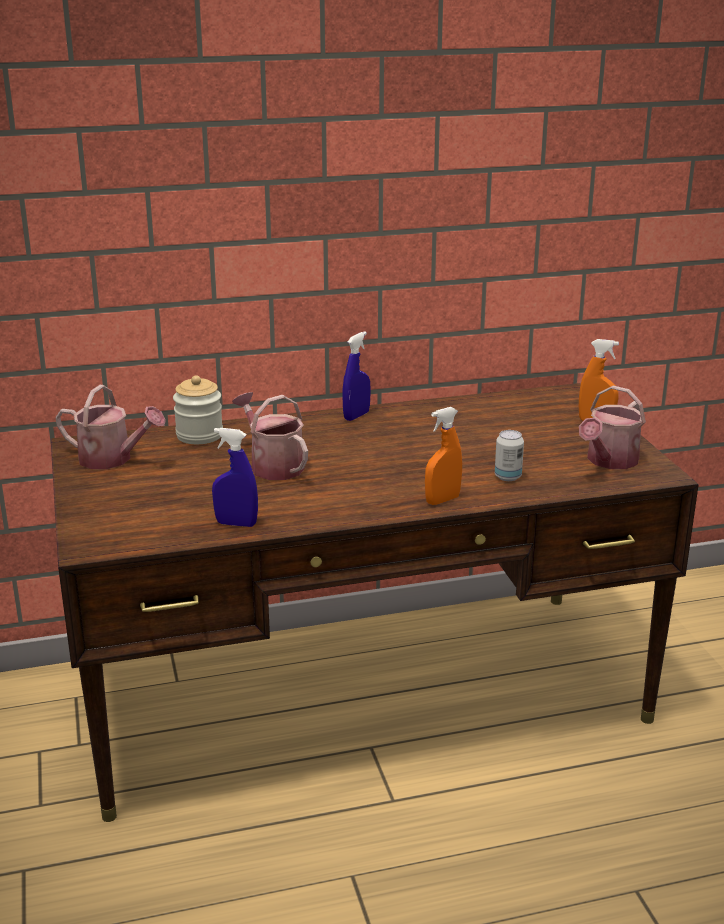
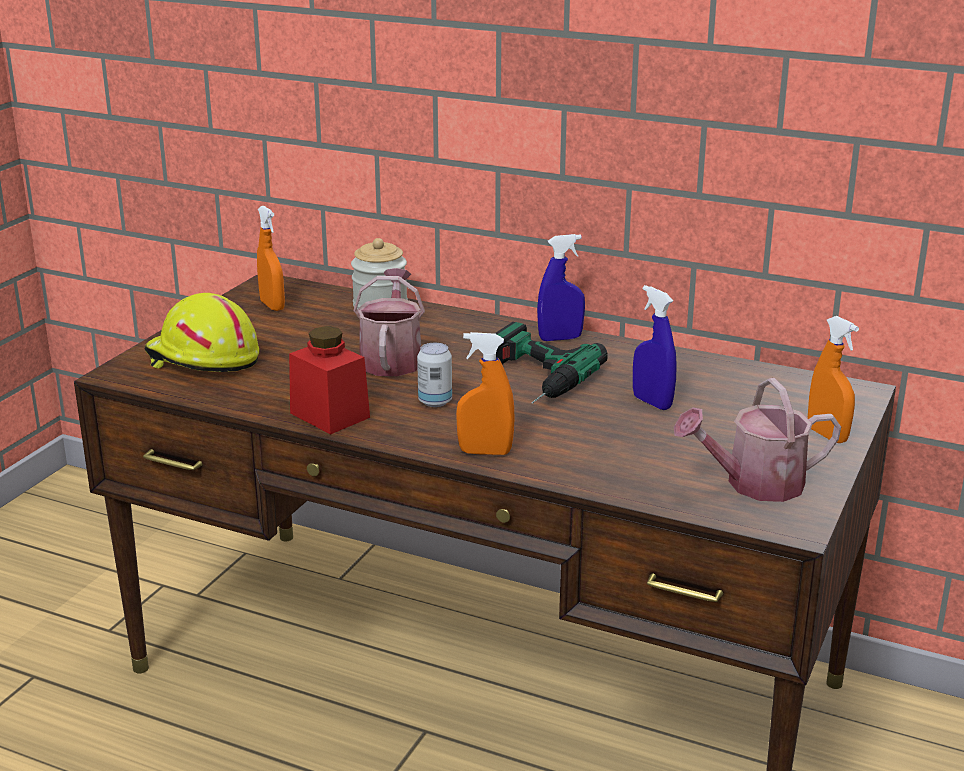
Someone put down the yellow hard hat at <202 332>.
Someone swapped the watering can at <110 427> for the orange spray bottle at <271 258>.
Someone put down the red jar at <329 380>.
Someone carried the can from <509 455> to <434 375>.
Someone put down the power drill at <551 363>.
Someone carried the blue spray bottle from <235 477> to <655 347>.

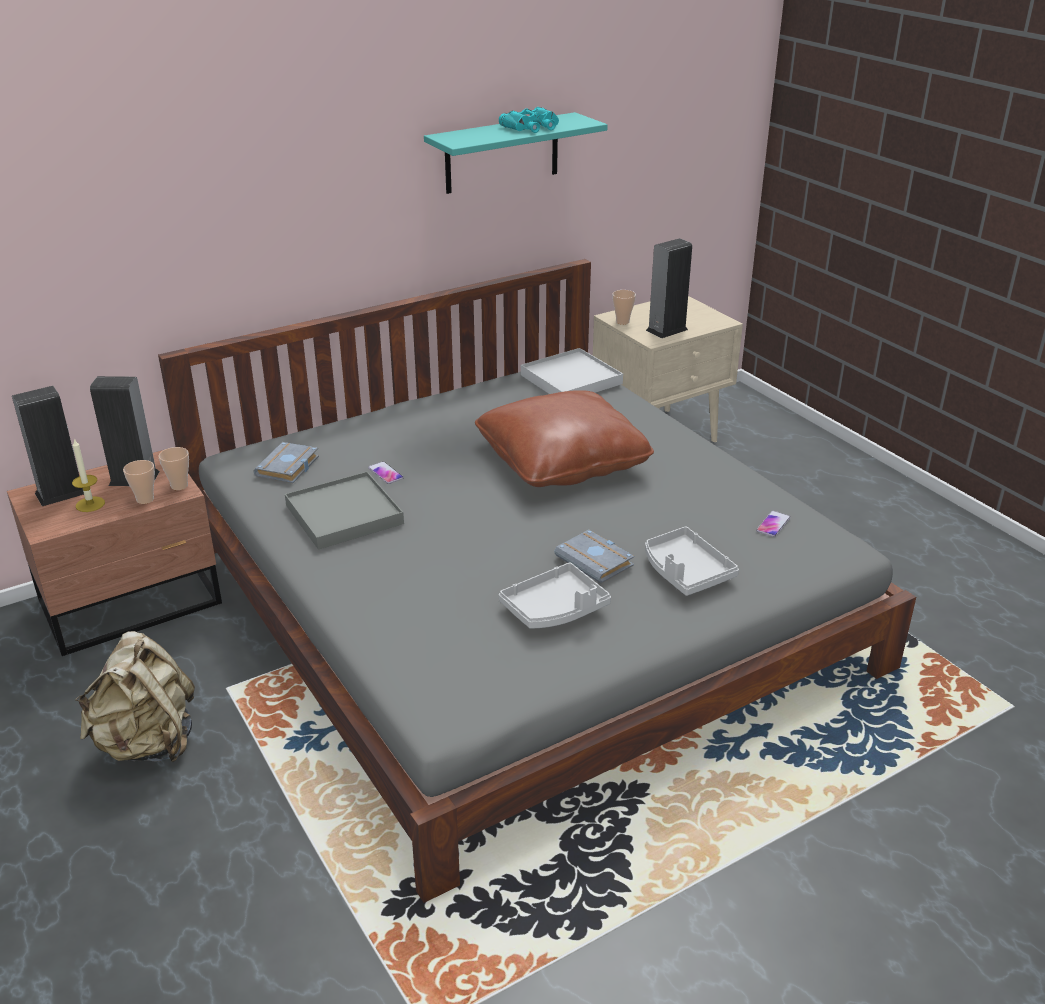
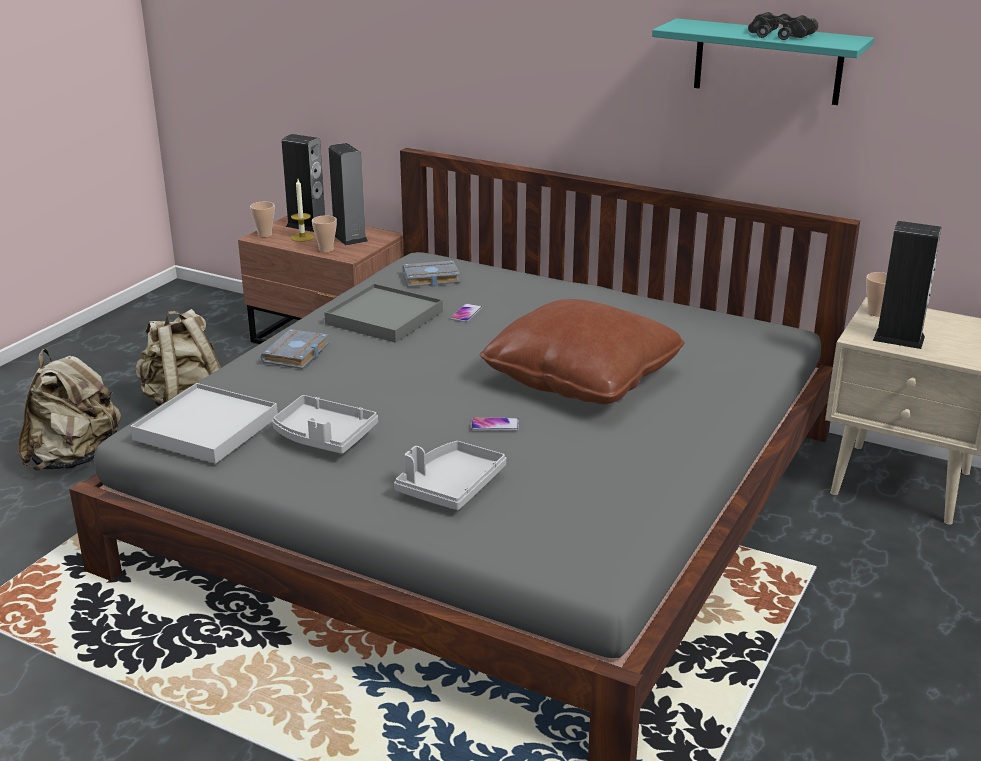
Someone put down the beige backpack at <69 410>.
Someone carried the white tray from <572 371> to <204 423>.
Someone carried the cup from <174 468> to <262 219>.
Someone carried the grey book from <594 556> to <294 349>.
Someone carried the phone from <773 524> to <495 424>.
Someone repainted the turquoise binoculars at <529 120>, which became the black binoculars at <783 26>.

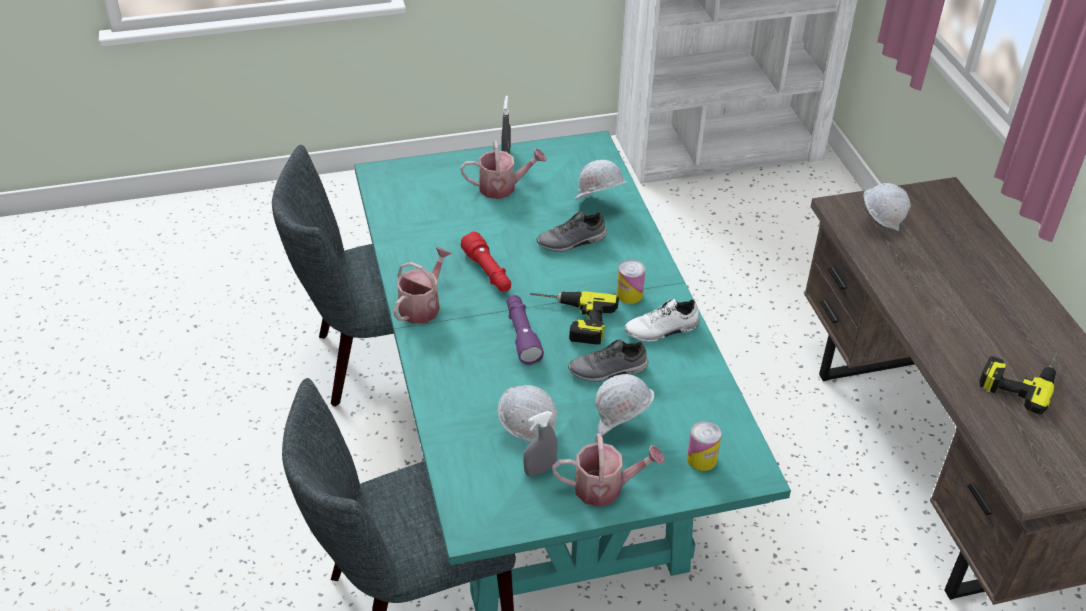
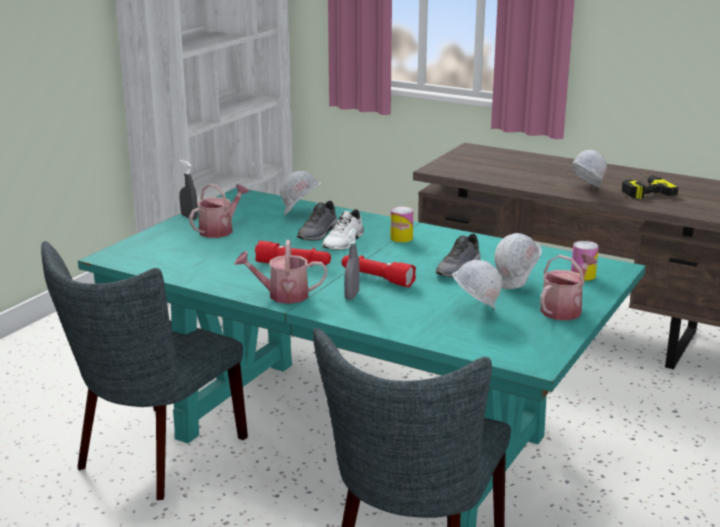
Someone rotated the watering can at <422 285> by 75 degrees counterclockwise.
Someone carried the white shoe from <662 320> to <343 229>.
Someone repainted the purple flashlight at <525 330>, which became the red flashlight at <379 271>.
Someone carried the grey spray bottle from <540 443> to <352 264>.
Someone carried the white hard hat from <887 207> to <589 169>.
Someone took away the power drill at <574 318>.

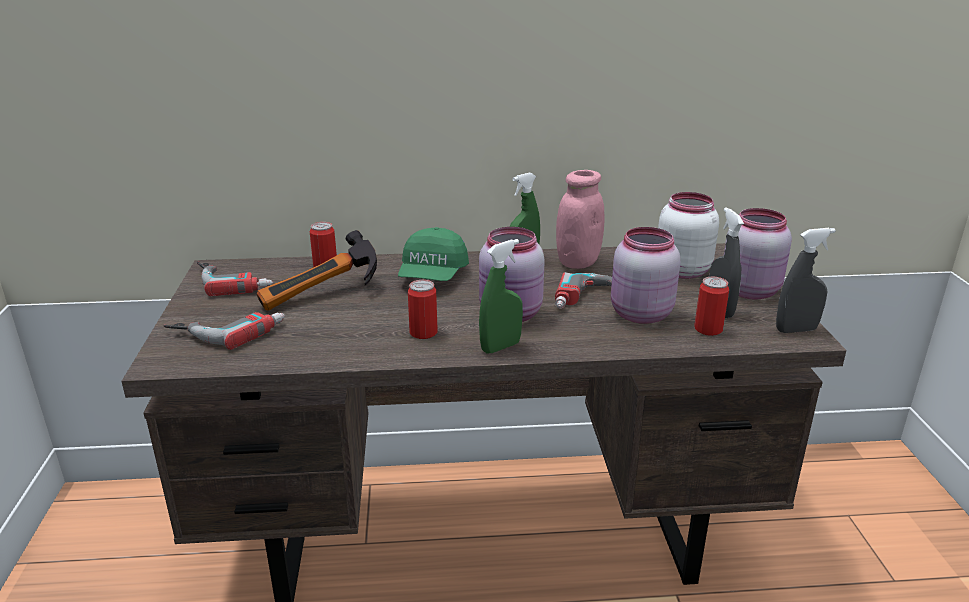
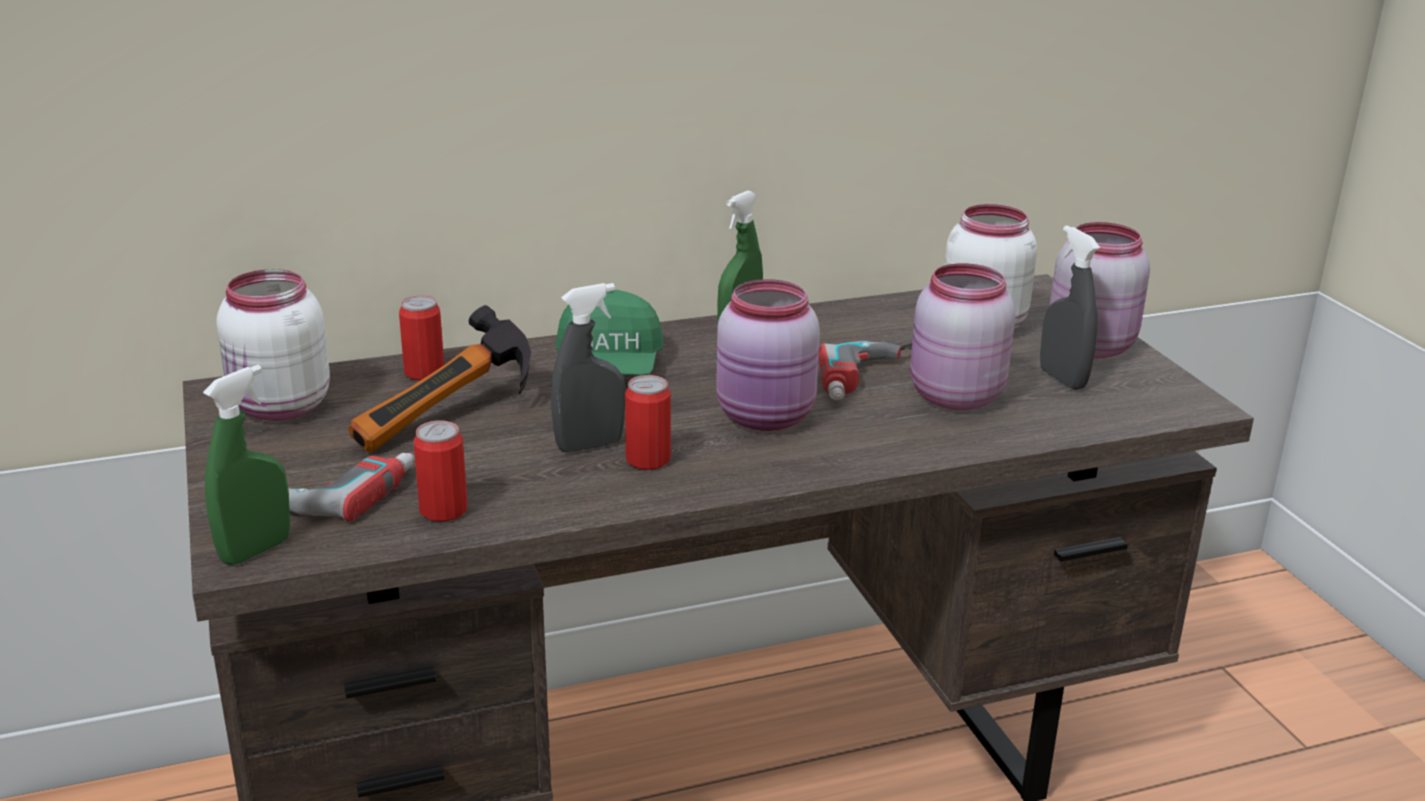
Someone carried the green spray bottle from <501 296> to <246 465>.
Someone swapped the power drill at <235 278> for the white jar at <273 345>.
Someone carried the can from <711 306> to <440 471>.
Someone carried the grey spray bottle from <806 280> to <588 367>.
Someone took away the pink jar at <580 219>.

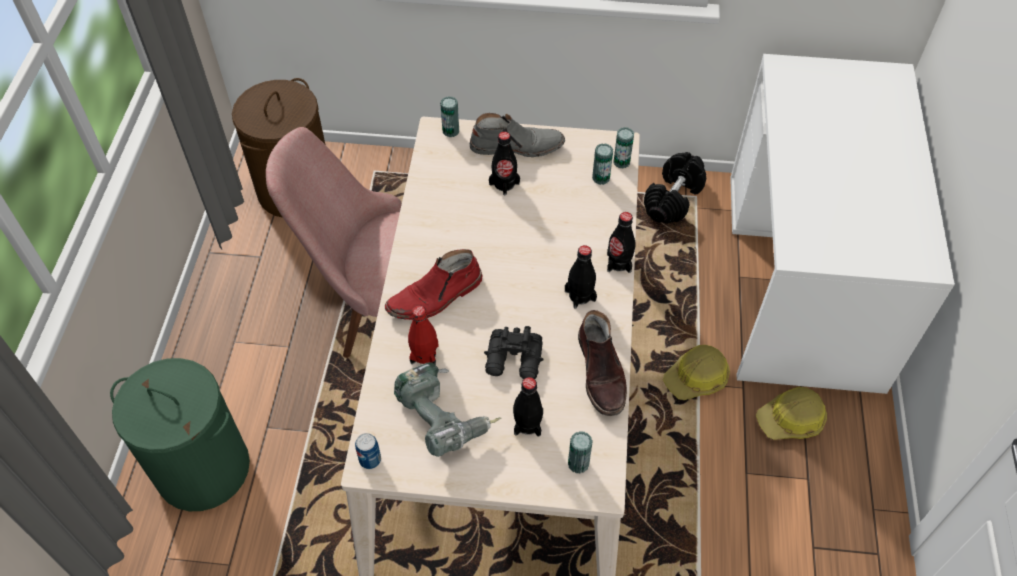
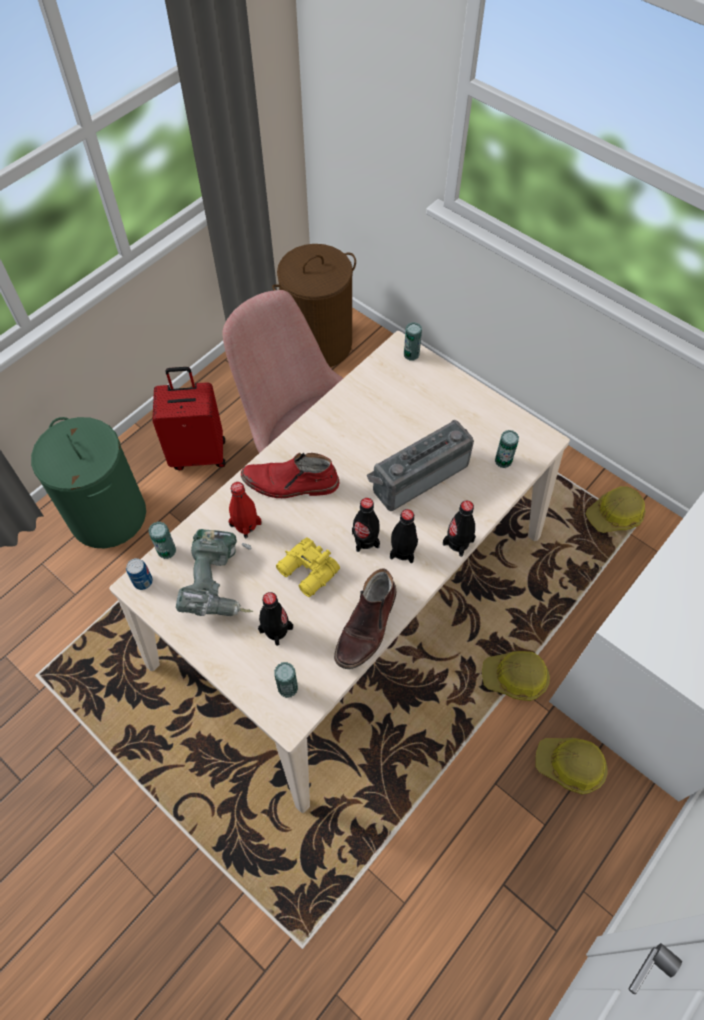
Someone carried the can from <623 148> to <162 540>.
Someone put down the red suitcase at <189 418>.
Someone repainted the black binoculars at <513 352>, which became the yellow binoculars at <308 567>.
Someone carried the black bottle from <504 163> to <366 525>.
Someone put down the radio at <420 465>.
Someone swapped the black dumbbell at <675 188> for the hard hat at <616 509>.
Someone took away the grey boot at <517 135>.

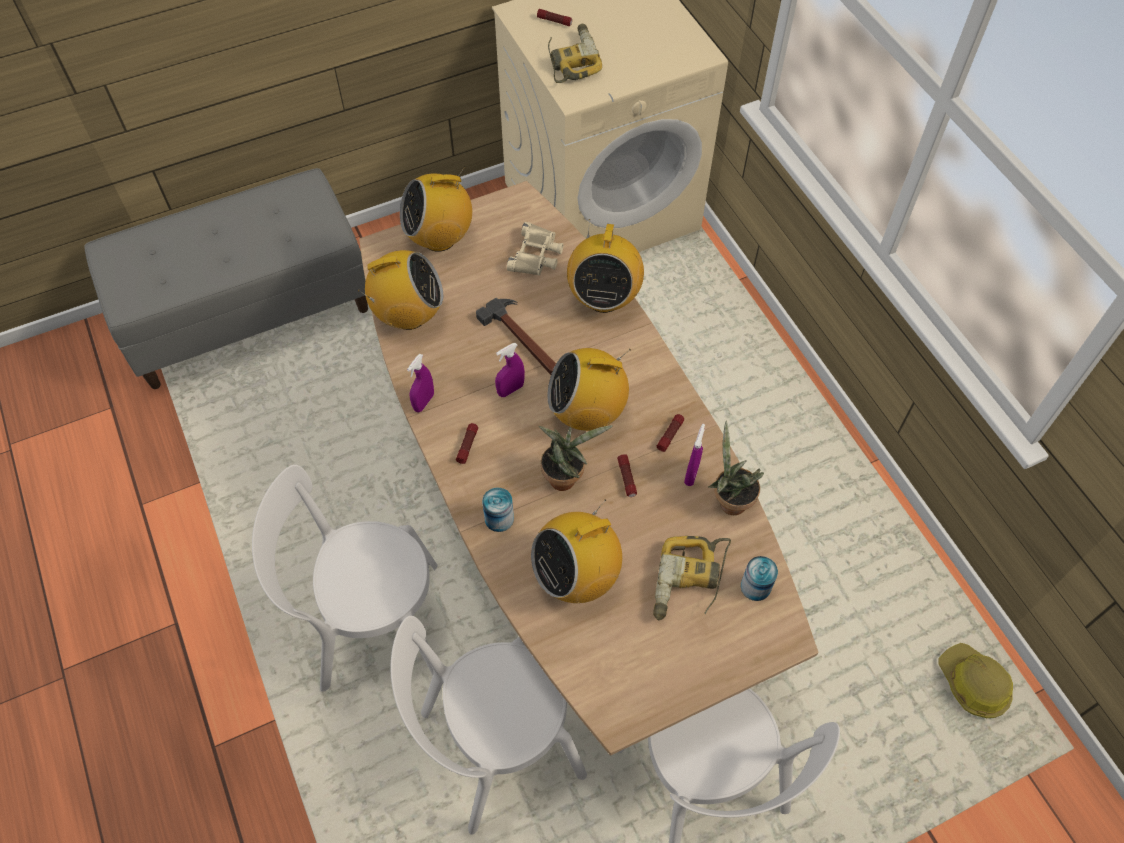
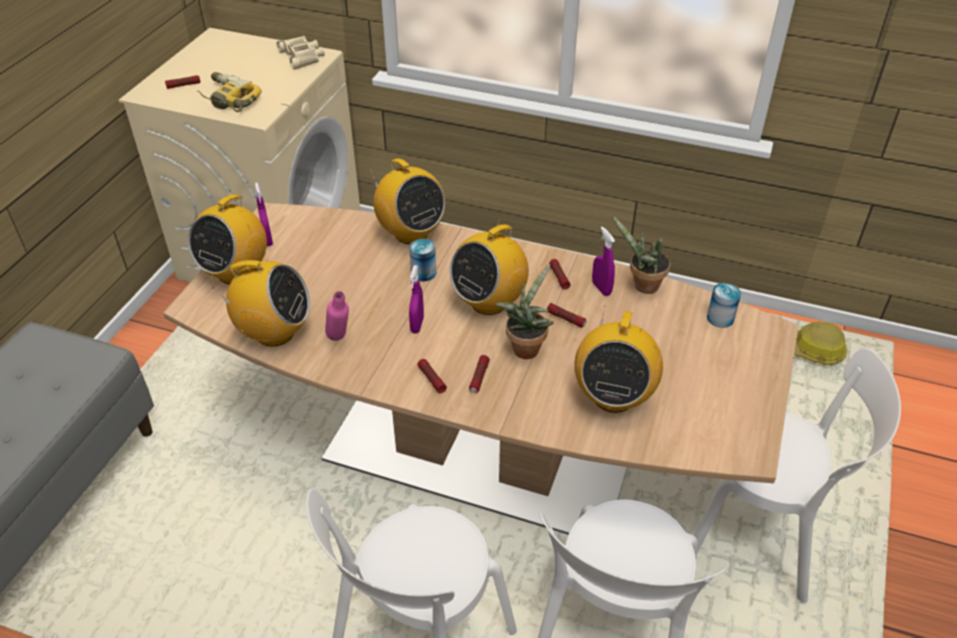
Someone rotated the radio at <400 290> by 60 degrees clockwise.
Someone carried the purple spray bottle from <420 383> to <264 214>.
Someone carried the beige binoculars from <535 249> to <301 53>.
Someone put down the pink bottle at <337 316>.
Someone carried the can from <498 510> to <422 260>.
Someone put down the flashlight at <479 374>.
Someone took away the hammer at <516 336>.
Someone took away the power drill at <692 578>.

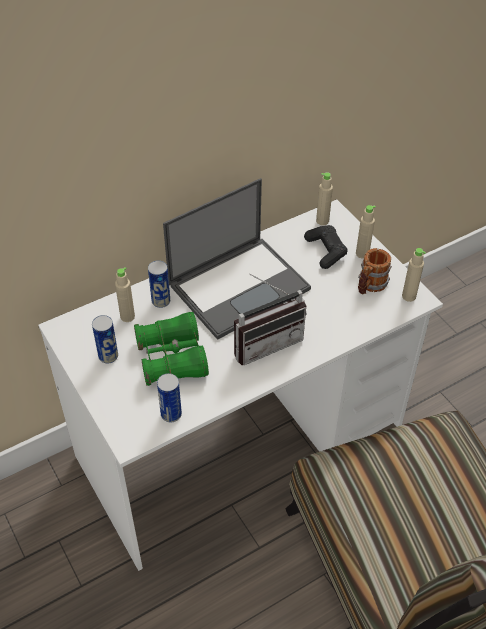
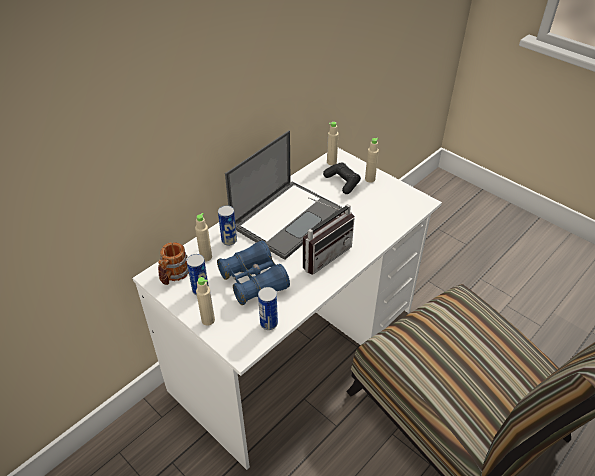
Someone carried the mug from <375 271> to <173 263>.
Someone carried the beige bottle from <414 275> to <205 301>.
Someone repainted the green binoculars at <171 349>, which became the blue binoculars at <253 273>.

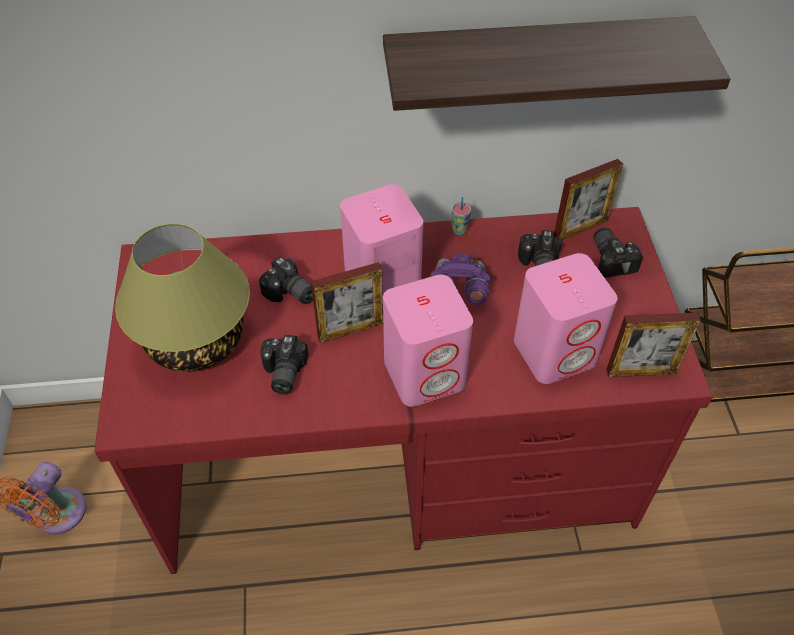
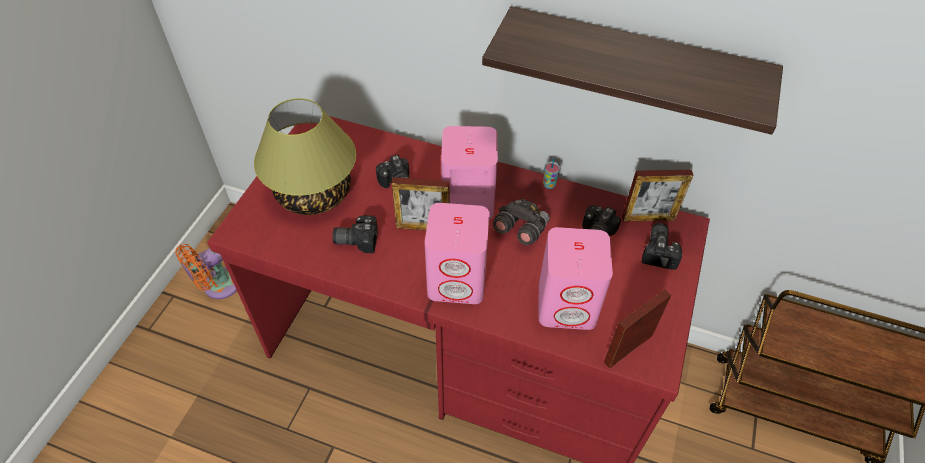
Someone rotated the photo camera at <284 364> by 60 degrees clockwise.
Someone repainted the purple binoculars at <461 279>, which became the grey binoculars at <521 221>.
Someone rotated the picture frame at <653 345> by 120 degrees clockwise.

